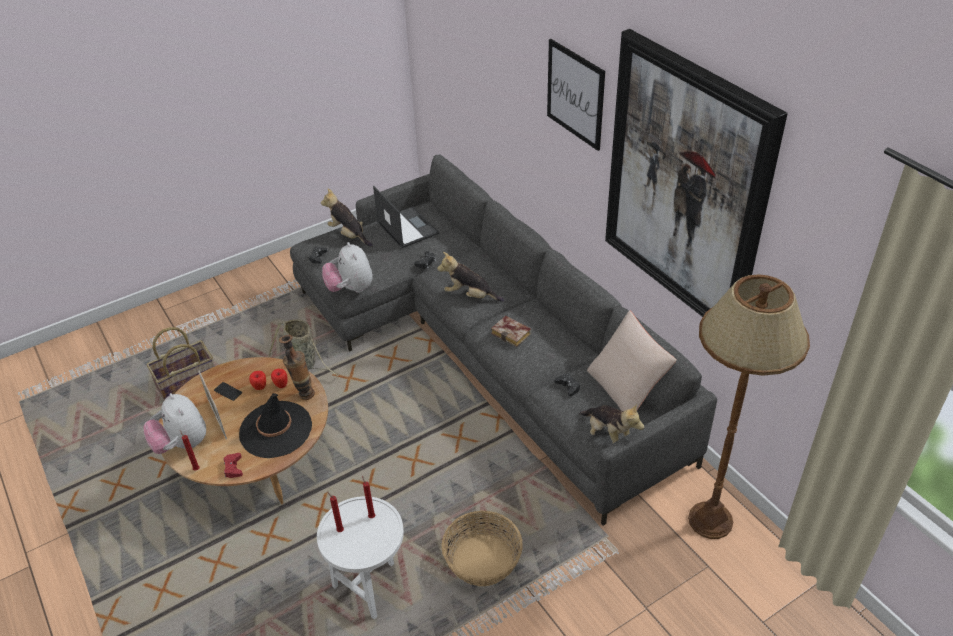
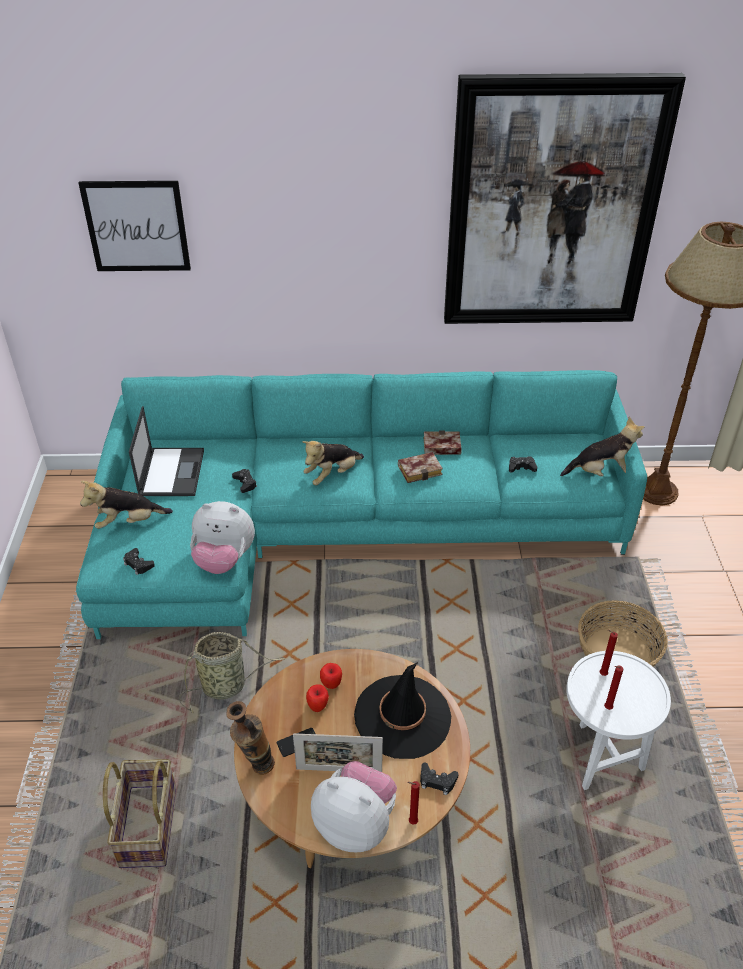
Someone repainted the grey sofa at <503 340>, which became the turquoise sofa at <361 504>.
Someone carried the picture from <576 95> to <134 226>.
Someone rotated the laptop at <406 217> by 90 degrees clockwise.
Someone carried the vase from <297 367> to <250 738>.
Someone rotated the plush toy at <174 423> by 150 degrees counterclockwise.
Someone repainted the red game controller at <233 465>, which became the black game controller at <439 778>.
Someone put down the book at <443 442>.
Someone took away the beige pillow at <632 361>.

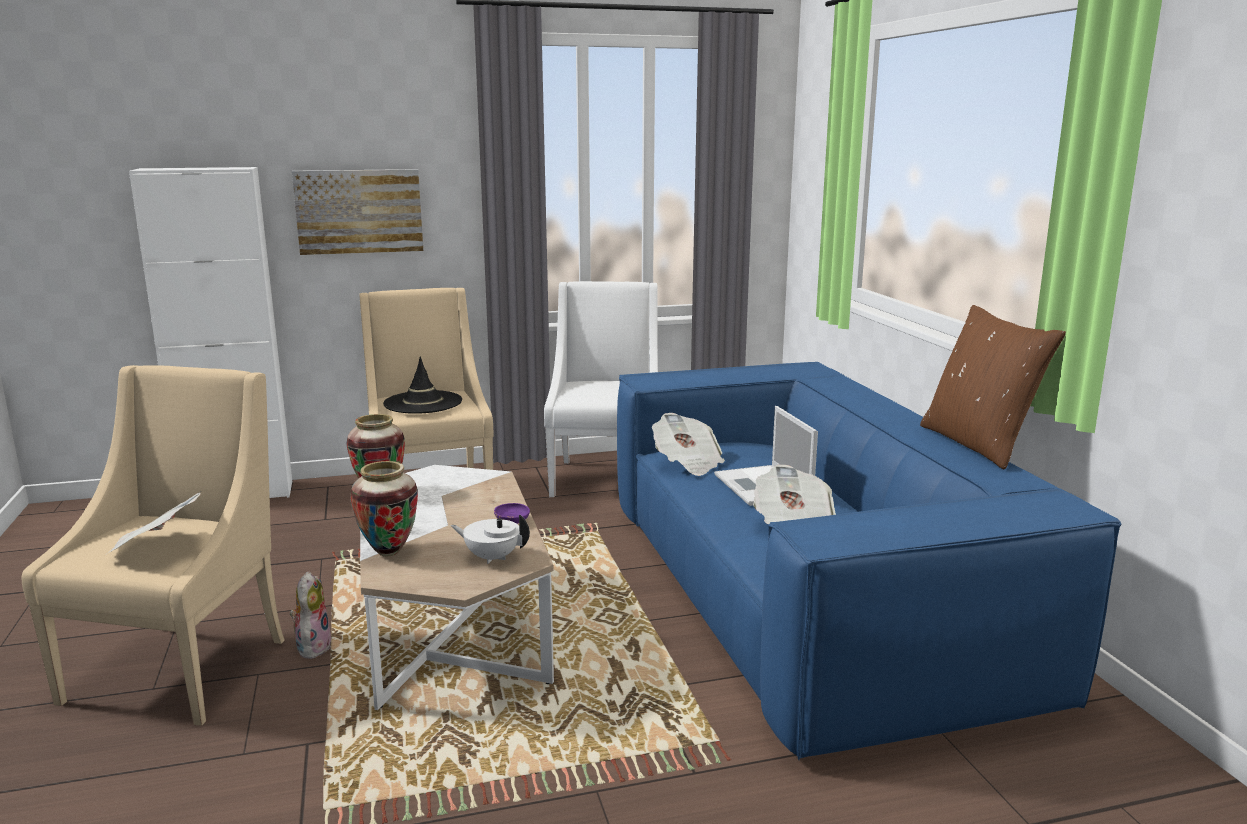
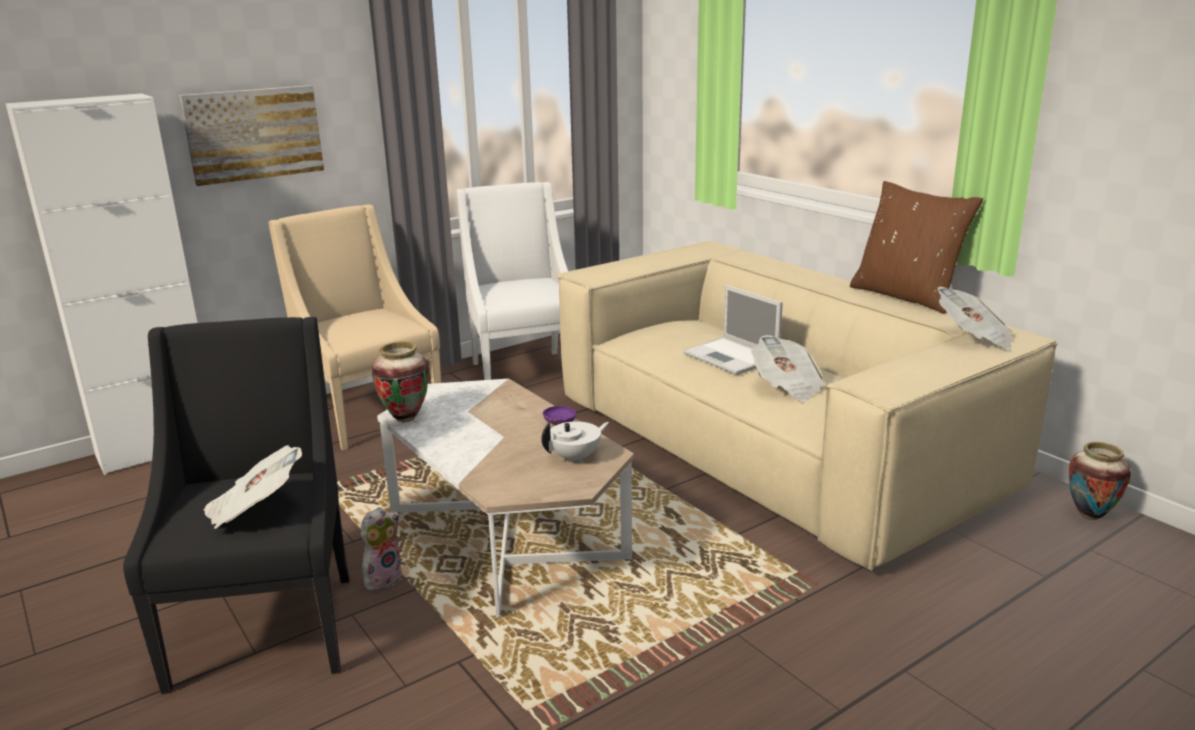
Someone repainted the beige armchair at <153 545>, which became the black armchair at <236 505>.
Someone rotated the plush toy at <310 615> by 60 degrees clockwise.
Someone rotated the white teapot at <490 539> by 150 degrees clockwise.
Someone repainted the blue sofa at <869 561>, which became the beige sofa at <807 406>.
Someone carried the newspaper from <688 444> to <974 318>.
Someone carried the vase from <384 508> to <1100 481>.
Someone took away the black hat at <422 385>.

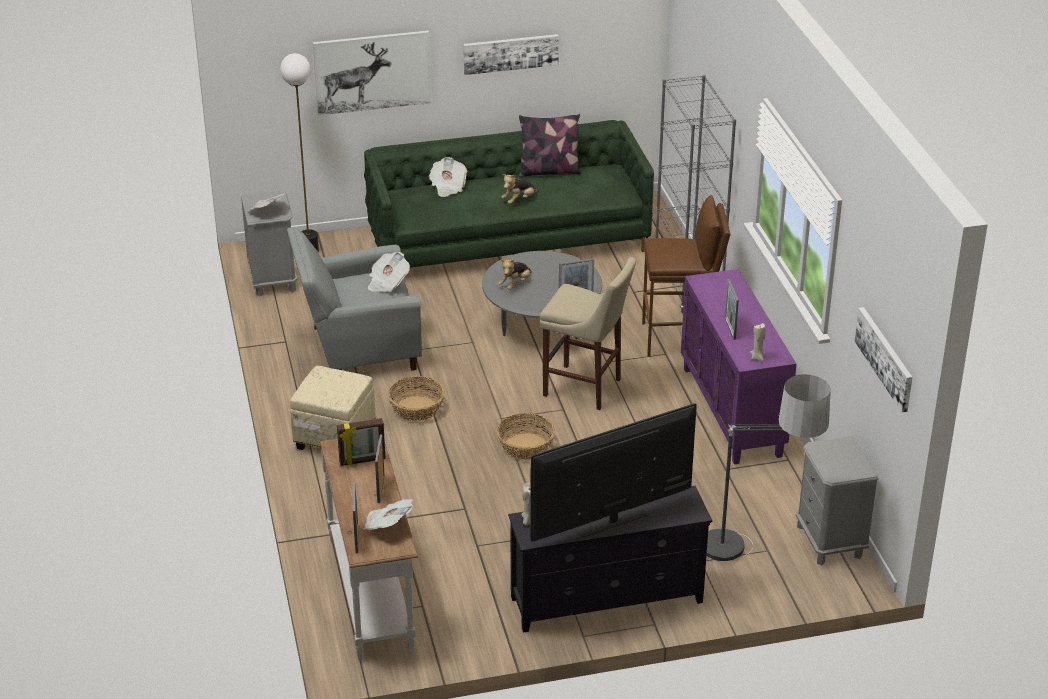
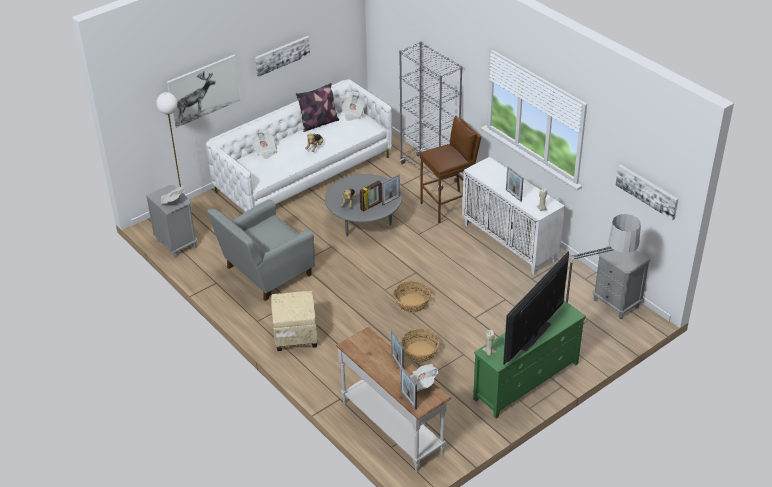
Someone repainted the green sofa at <509 194>, which became the white sofa at <299 145>.
Someone carried the newspaper from <389 272> to <353 108>.
Someone carried the picture frame from <361 442> to <371 196>.
Someone carried the basket from <416 398> to <420 345>.
Someone repainted the purple cabinet at <739 366>, which became the white cabinet at <513 215>.
Someone repainted the black tv stand at <610 559>, which became the green tv stand at <529 359>.
Someone took away the beige stool at <588 333>.

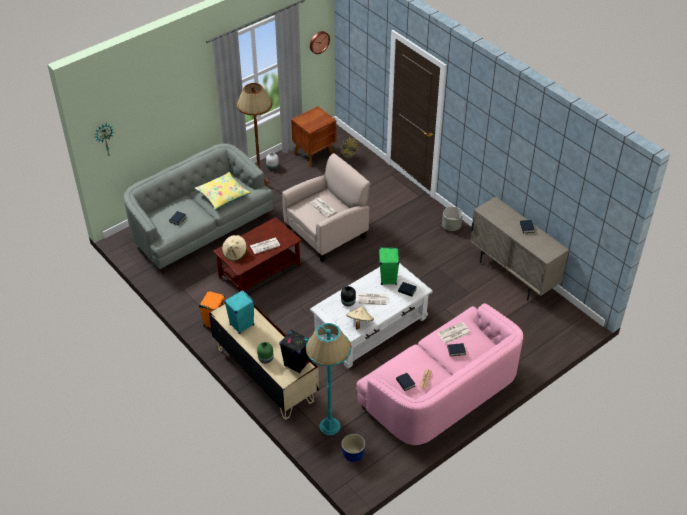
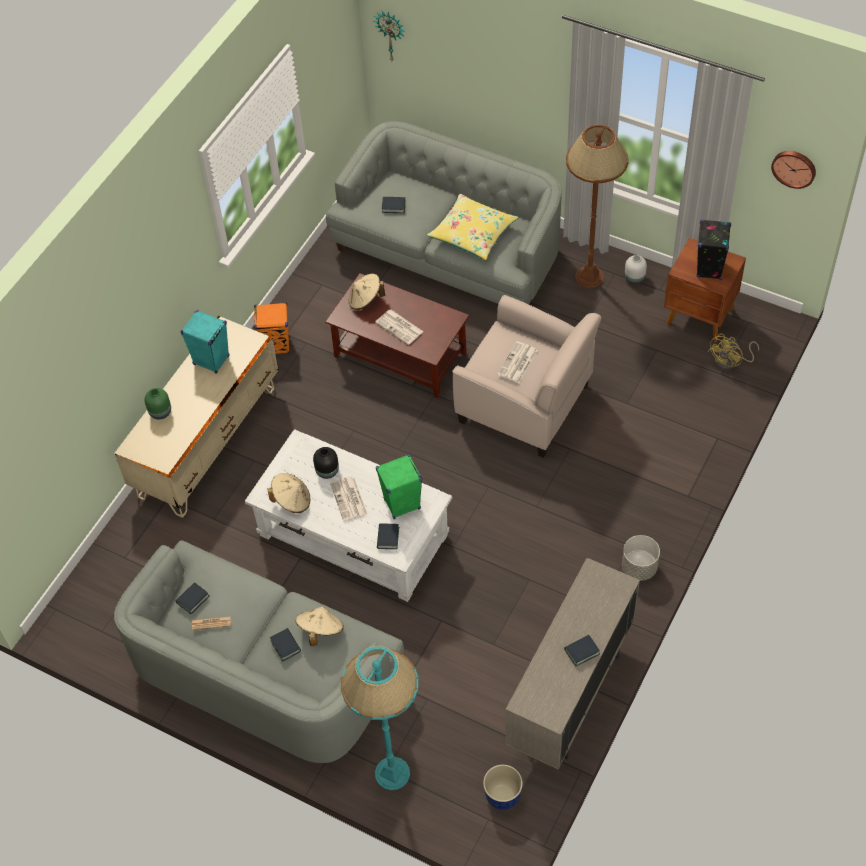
Someone repainted the pink sofa at <439 374>, which became the grey sofa at <259 651>.
Someone swapped the newspaper at <453 333> for the beige hat at <320 626>.
Someone carried the turquoise floor lamp from <328 379> to <379 718>.
Someone carried the planter from <353 448> to <503 787>.
Someone carried the black speaker from <294 352> to <713 249>.

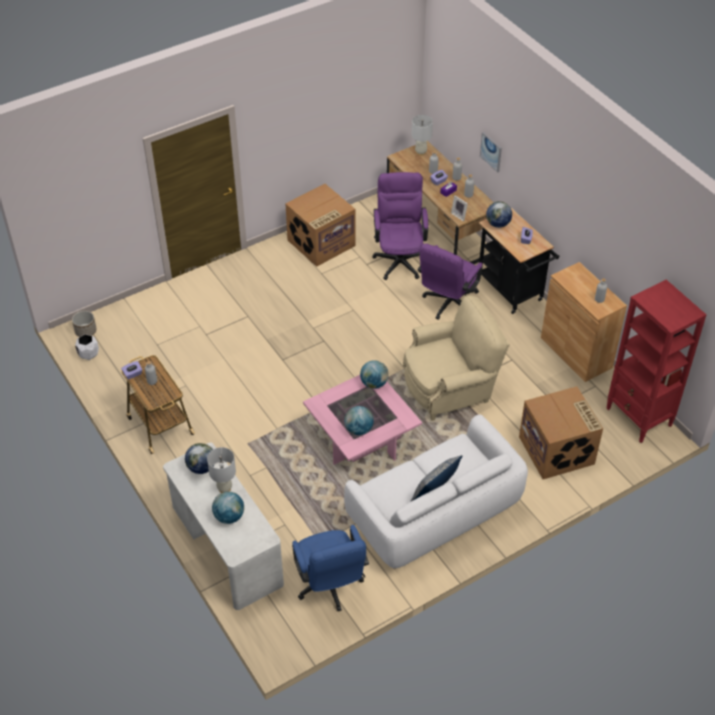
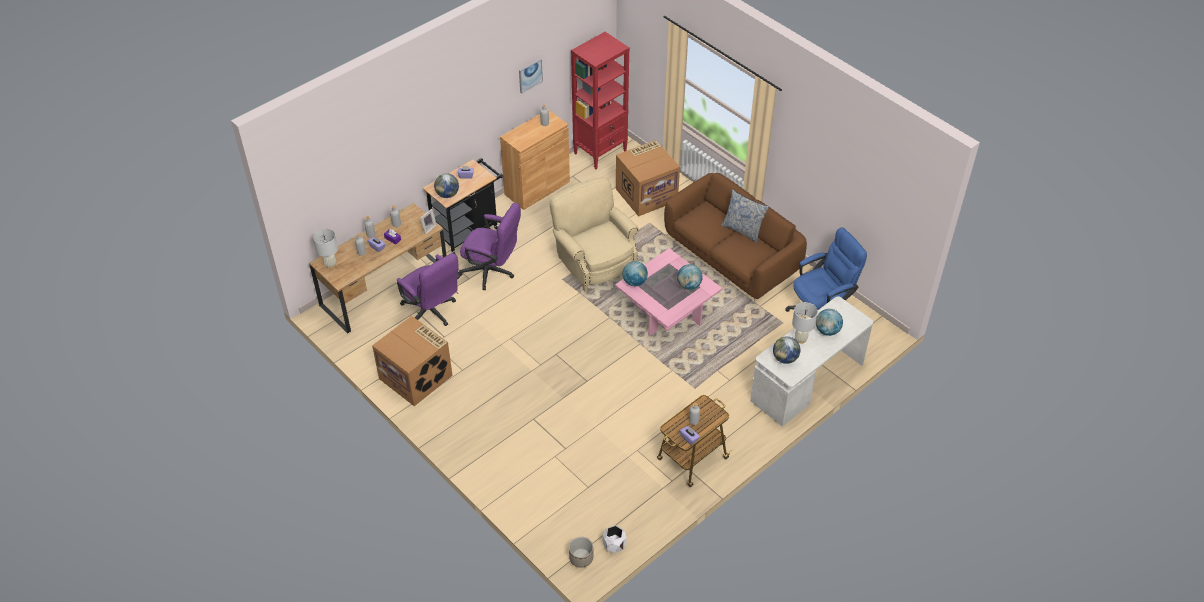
Someone rotated the purple office chair at <400 226> by 120 degrees counterclockwise.
Someone carried the picture from <491 152> to <531 76>.
Someone repainted the white sofa at <436 491>, which became the brown sofa at <735 237>.

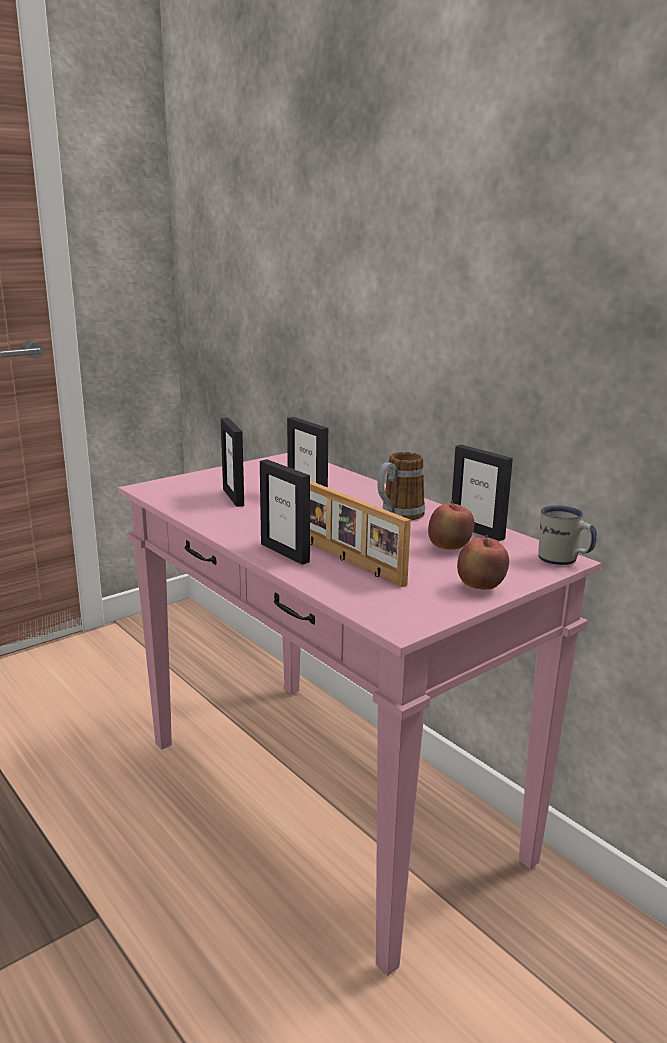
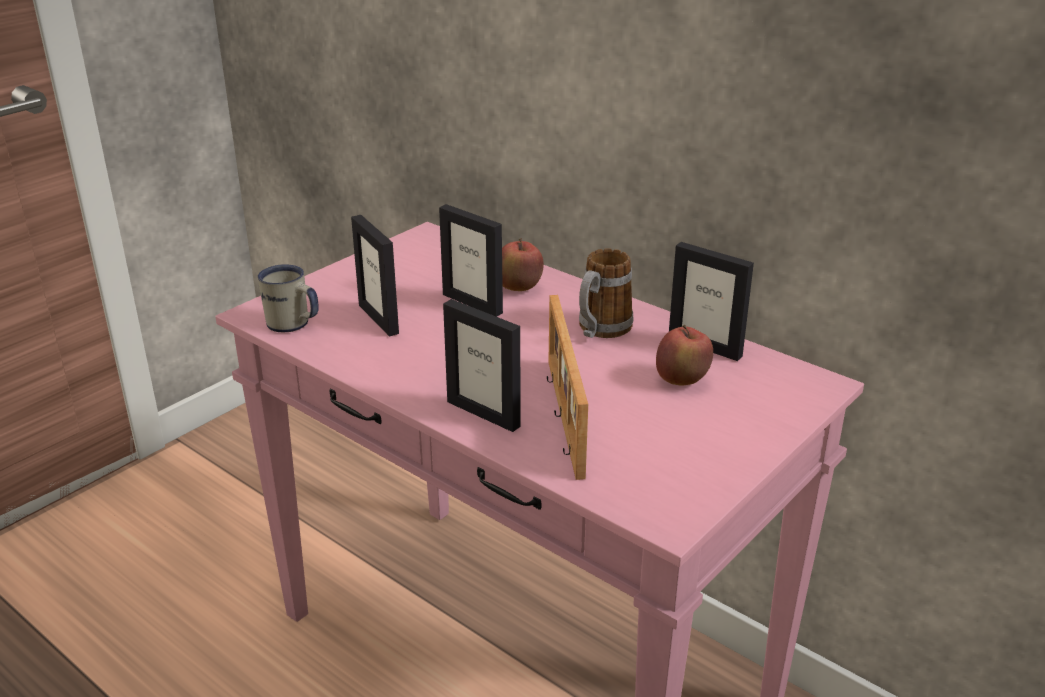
Someone carried the white mug from <567 535> to <288 298>.
Someone carried the apple from <483 562> to <523 264>.
Someone rotated the picture frame at <360 534> by 45 degrees clockwise.

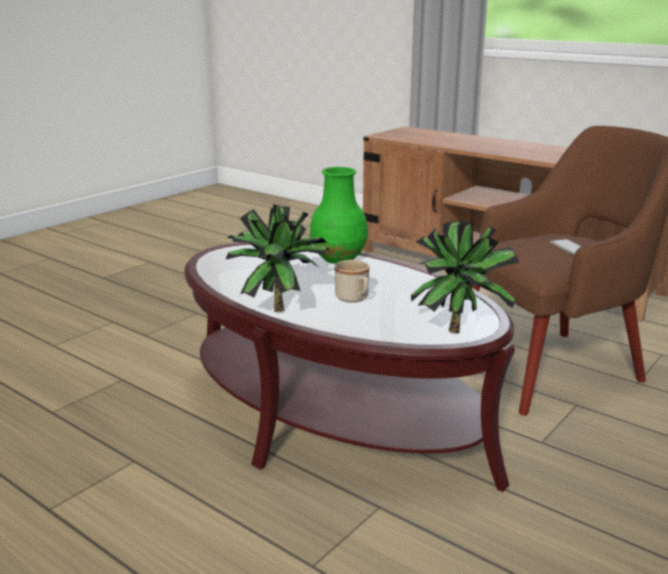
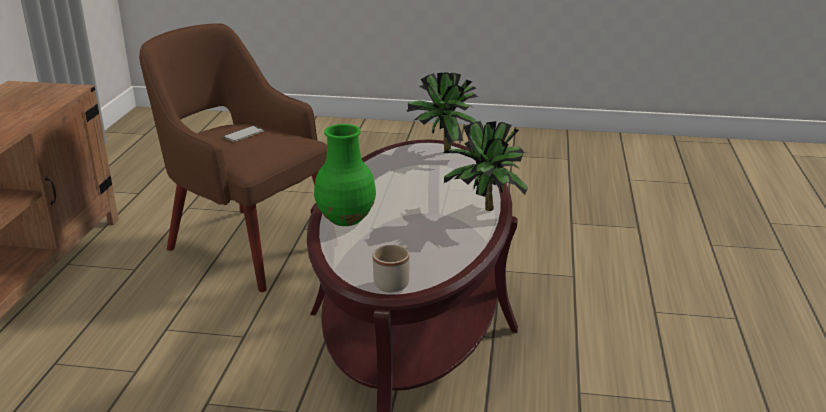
Someone carried the beige mug from <352 281> to <391 268>.

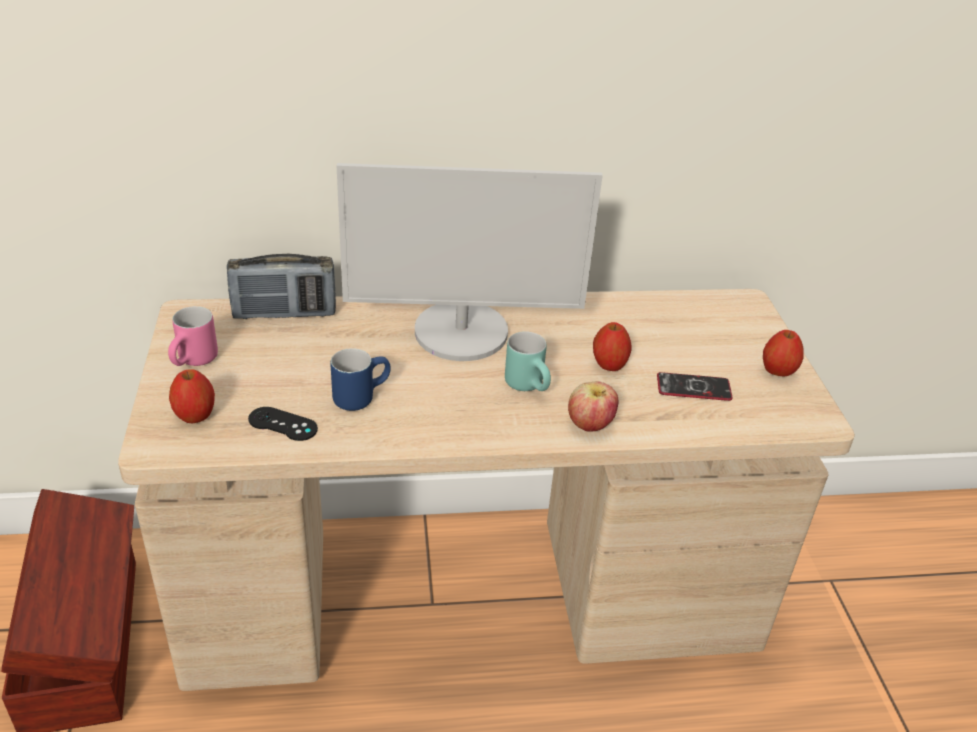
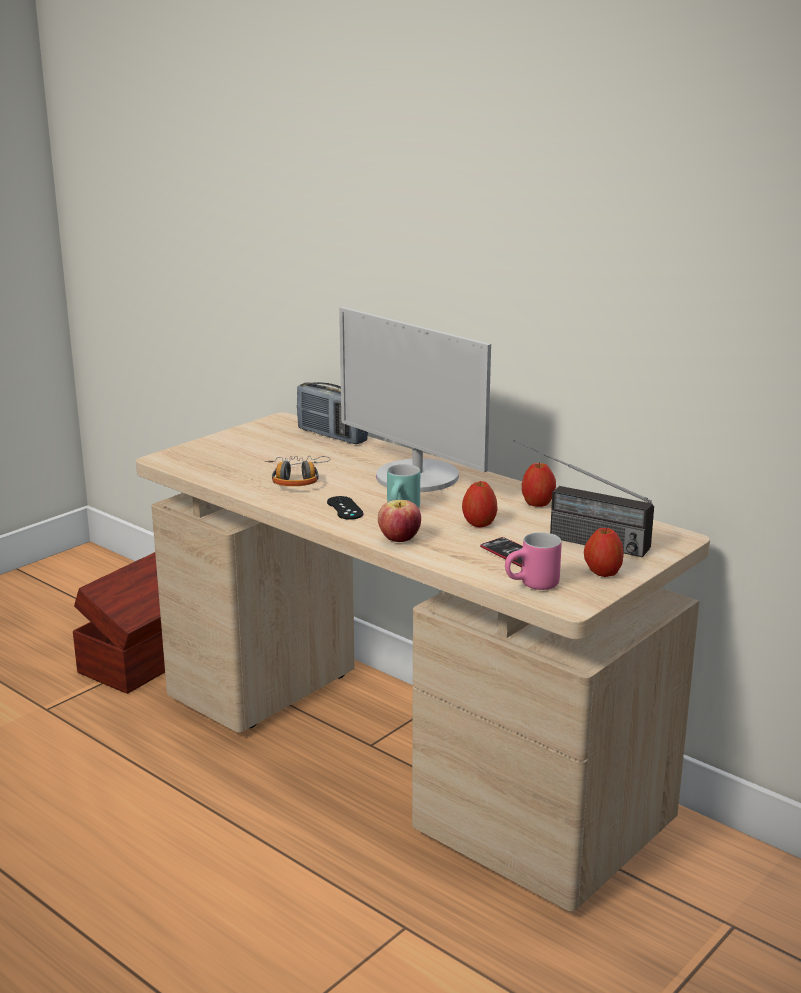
Someone swapped the blue mug at <361 379> for the headphones at <297 470>.
Someone carried the black game controller from <283 424> to <345 508>.
Someone carried the pink mug from <193 336> to <533 561>.
Someone put down the radio at <583 498>.
Someone carried the apple from <192 396> to <539 484>.

